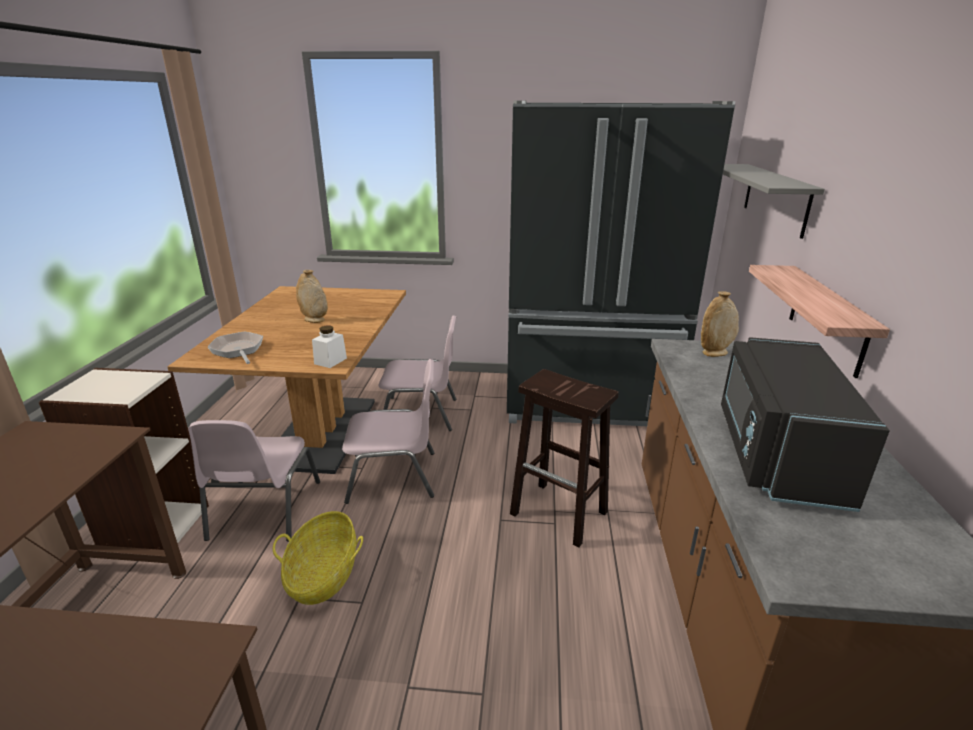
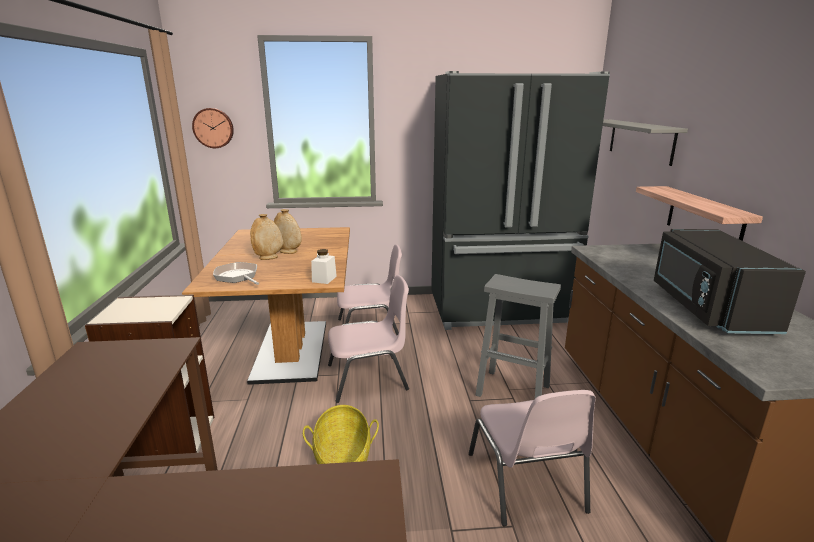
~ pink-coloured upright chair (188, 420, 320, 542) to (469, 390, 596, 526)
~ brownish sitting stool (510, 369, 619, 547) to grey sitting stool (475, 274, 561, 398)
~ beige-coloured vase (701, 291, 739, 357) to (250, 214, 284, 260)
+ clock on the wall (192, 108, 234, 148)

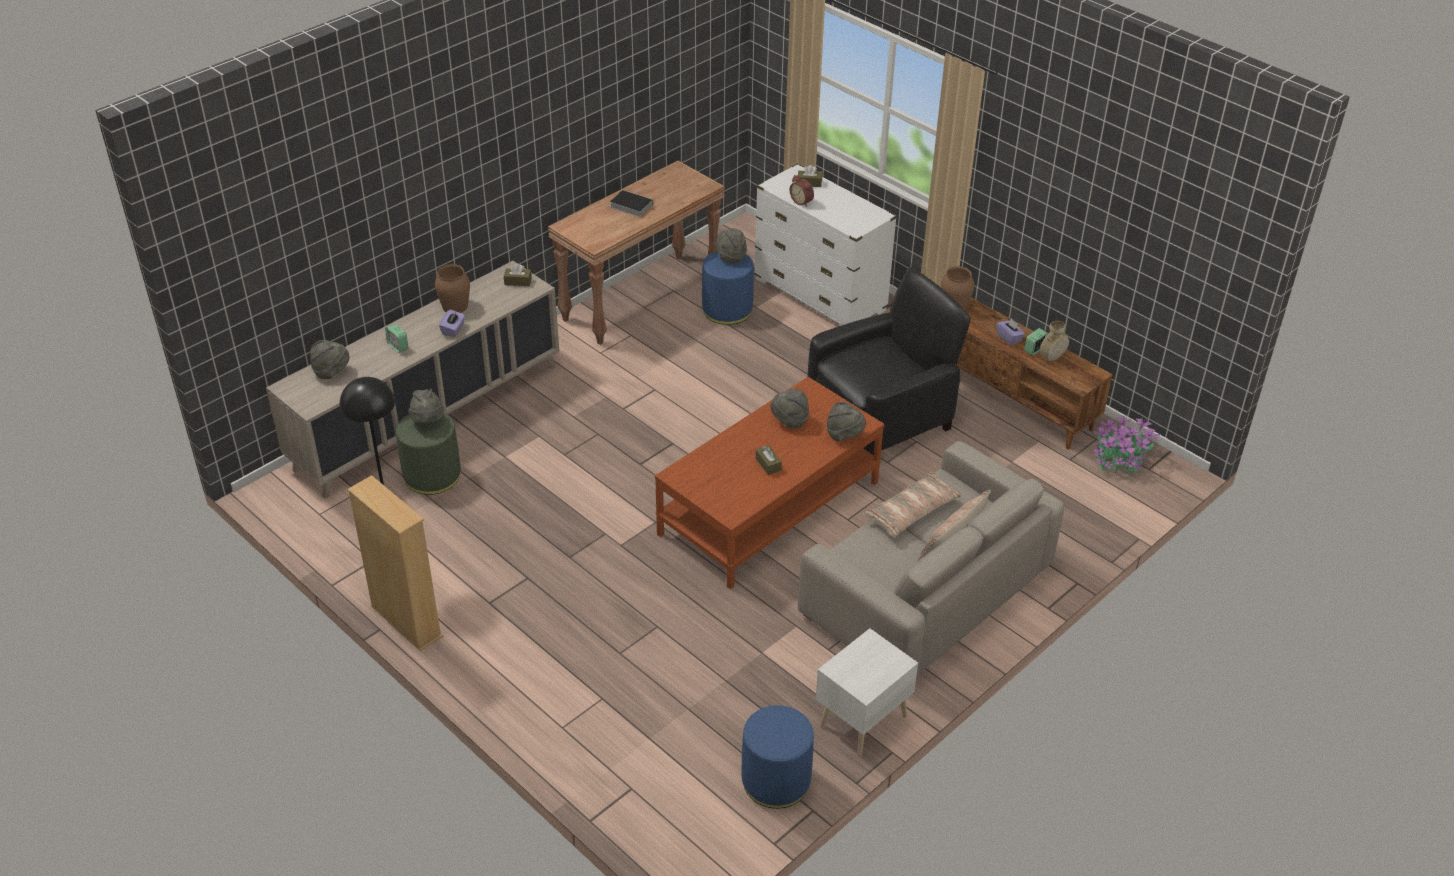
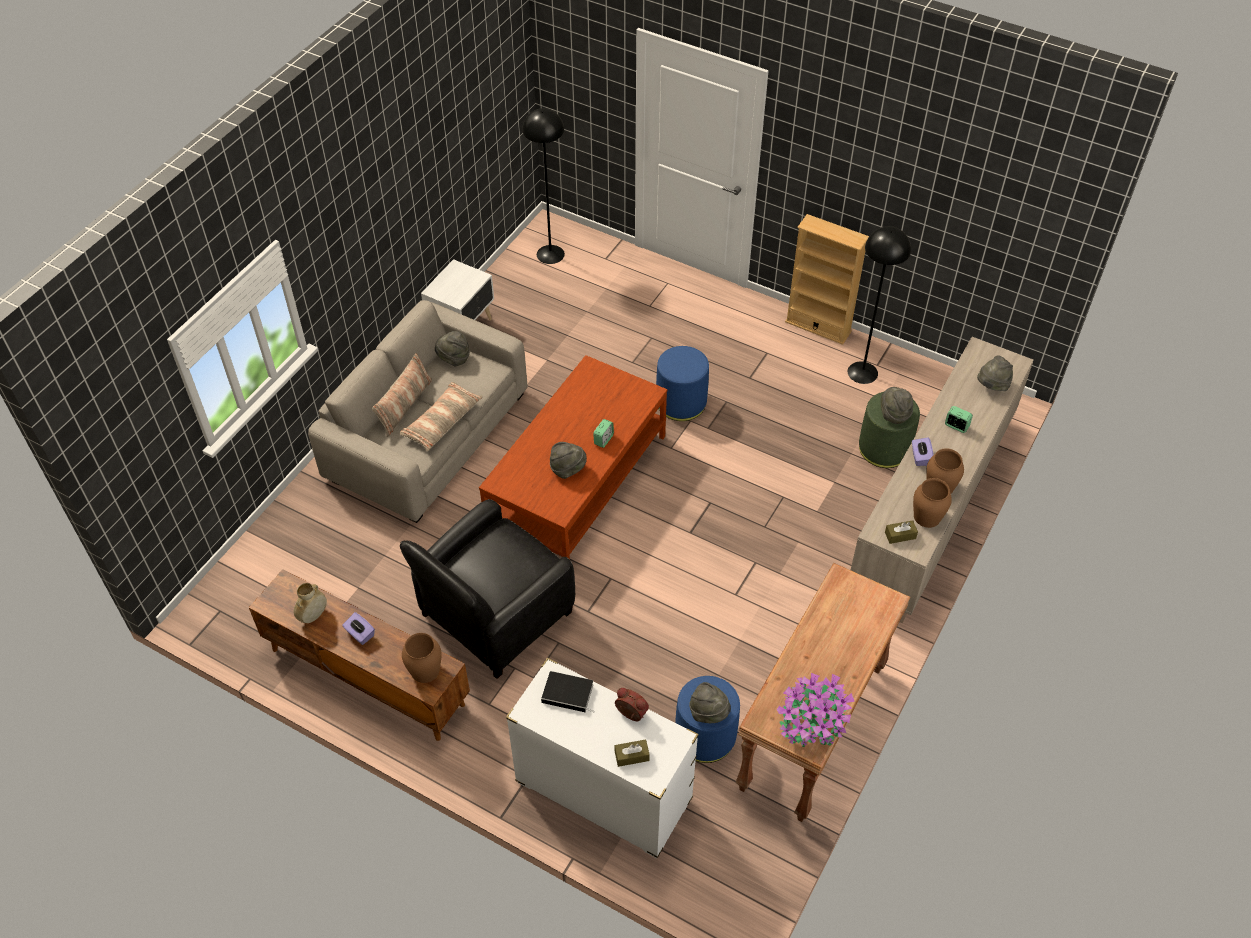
~ volume (610, 190, 653, 217) to (541, 671, 593, 712)
~ blue-coloured footrest (742, 705, 814, 809) to (656, 346, 709, 421)
- brownish tissue box (755, 445, 782, 475)
~ grey clothing hat (826, 402, 866, 441) to (435, 331, 470, 366)
~ table clock (1024, 328, 1048, 356) to (593, 419, 614, 448)
~ plant in a pot (1094, 416, 1160, 476) to (777, 673, 855, 747)
+ blackish standing lamp (522, 108, 565, 264)
+ brownish vase (913, 478, 952, 528)

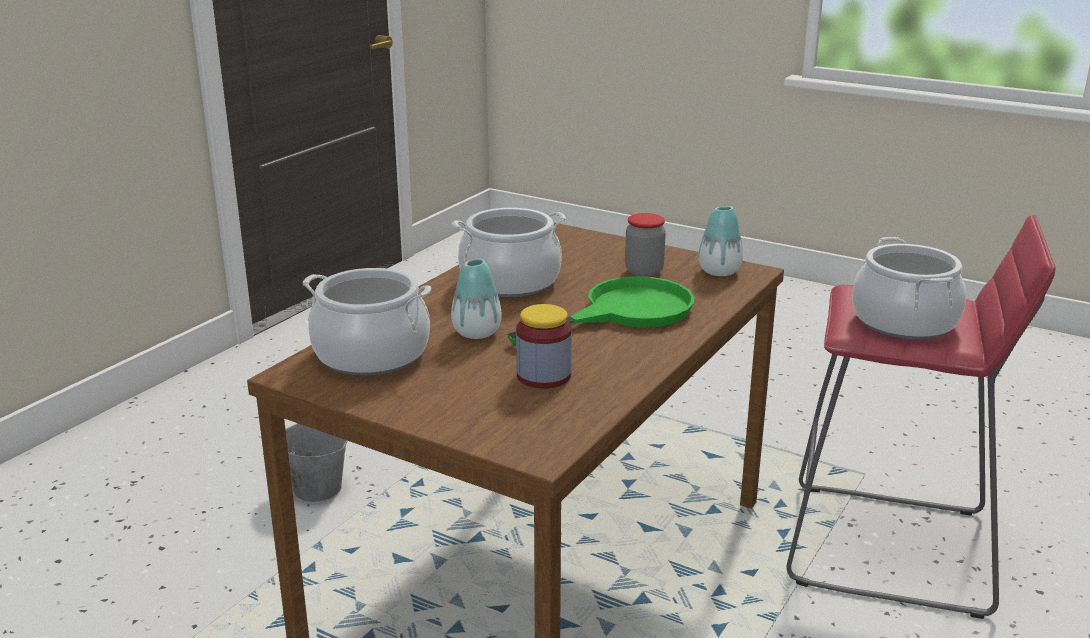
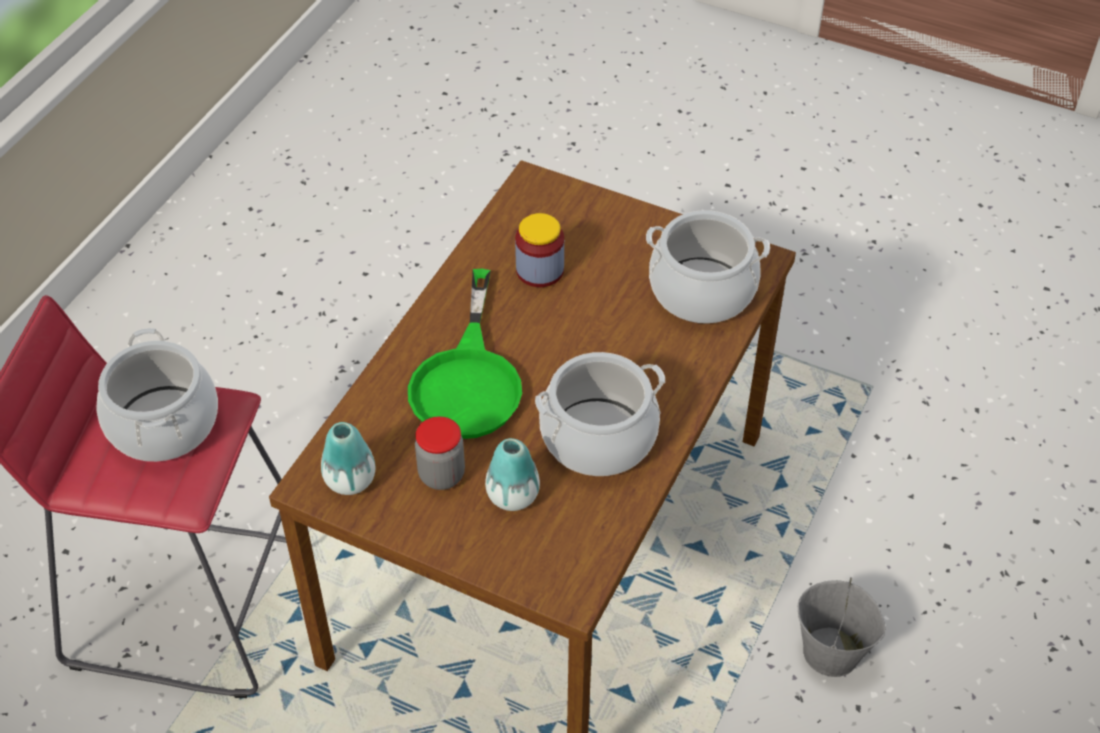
~ vase (451, 258, 502, 339) to (485, 438, 540, 511)
~ greenish frying pan (507, 276, 695, 345) = (408, 269, 522, 439) 45 degrees counterclockwise

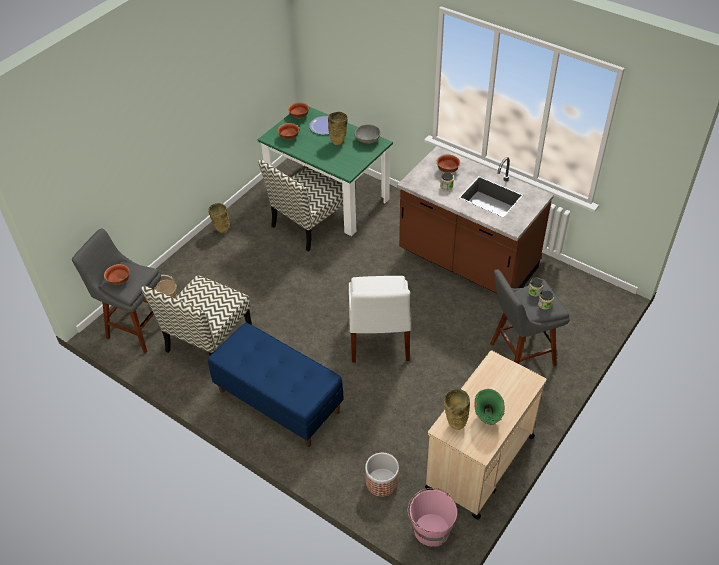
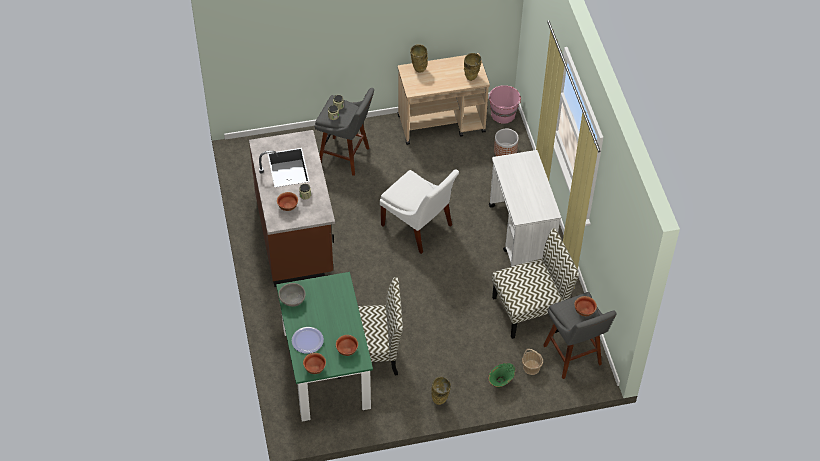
~ blue-coloured bench (208, 323, 344, 447) to whitish trolley (489, 150, 561, 267)
~ beige-coloured vase (328, 112, 348, 145) to (410, 44, 428, 73)
~ whitish upright chair (349, 276, 411, 363) = (380, 169, 459, 254) 90 degrees clockwise
~ greenish vase (474, 389, 505, 425) to (488, 363, 515, 388)

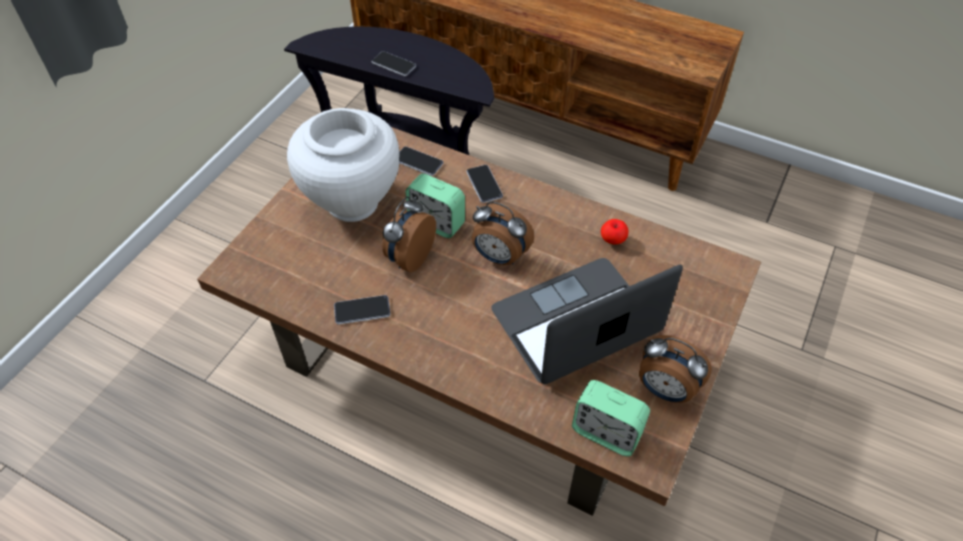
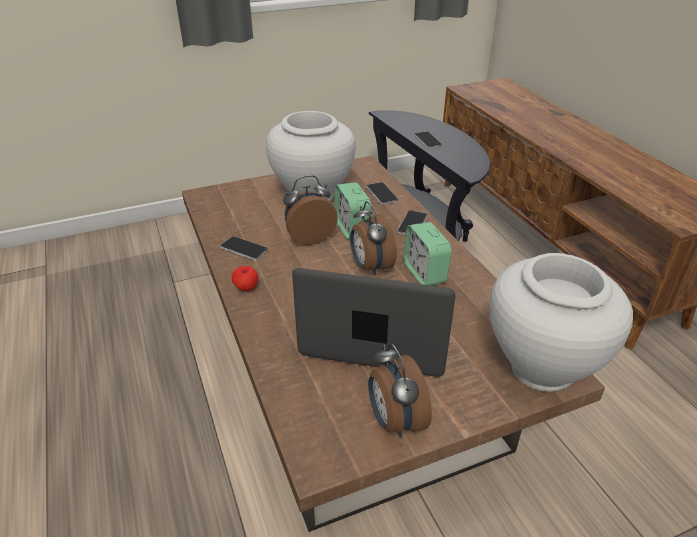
~ table clock (572, 380, 650, 456) to (403, 222, 452, 286)
~ apple fruit (601, 219, 629, 245) to (231, 266, 258, 292)
+ whitish vase (489, 253, 633, 392)

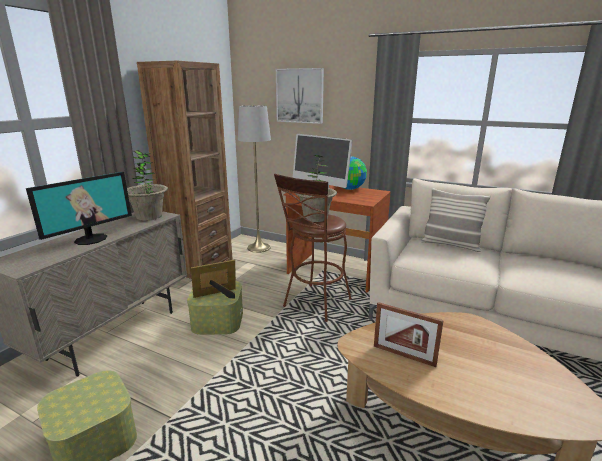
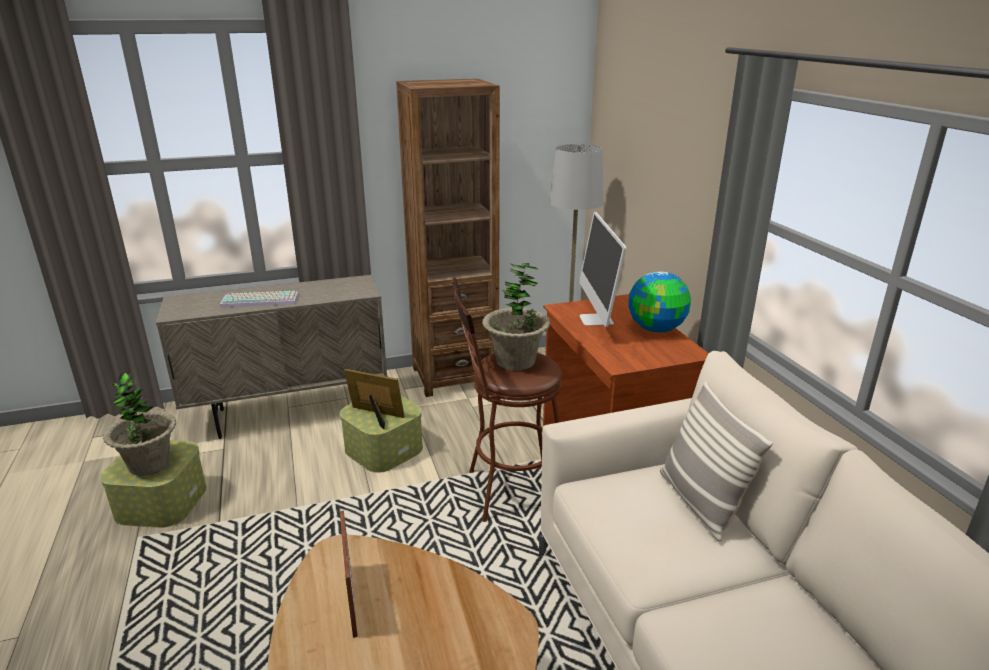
~ computer display (26, 172, 132, 245) to PC keyboard (220, 291, 299, 307)
~ plant in a pot (127, 150, 168, 220) to (103, 372, 176, 476)
- wall picture (276, 68, 324, 124)

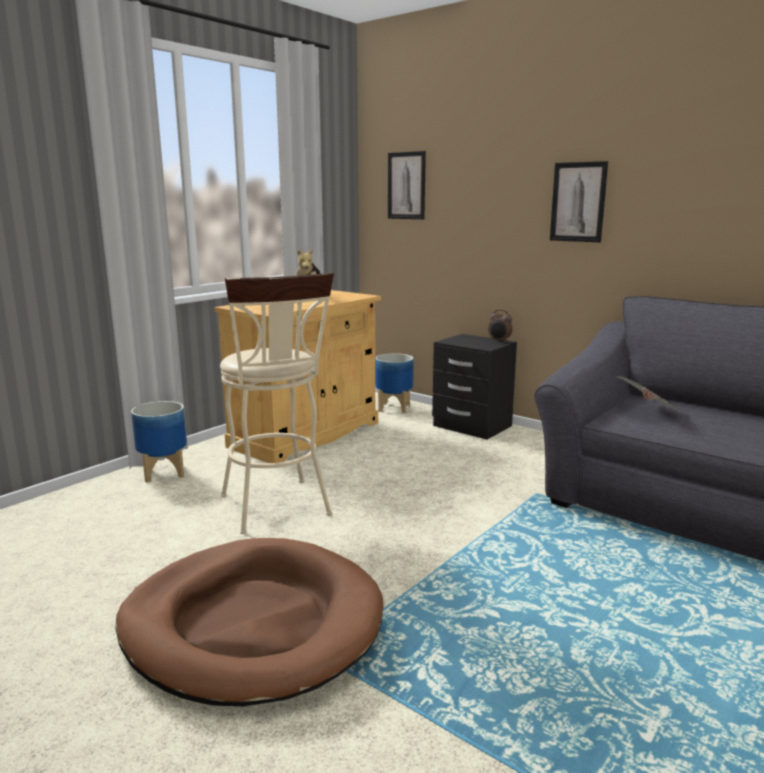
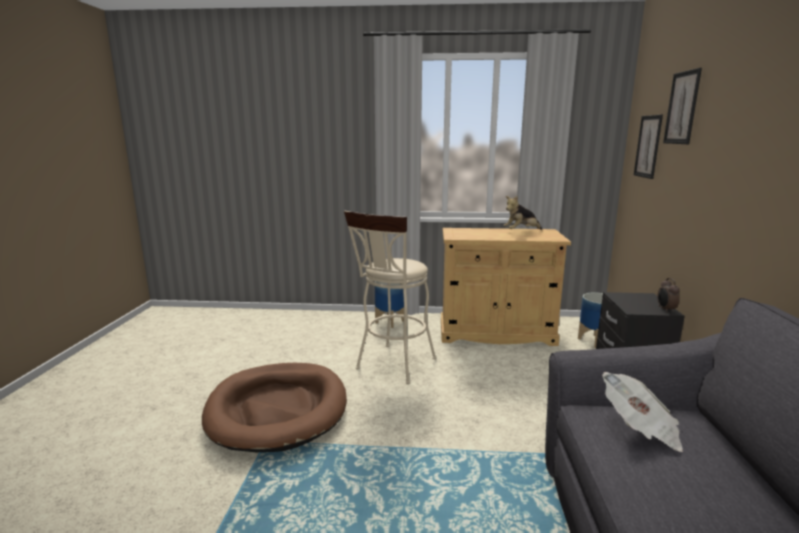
~ wall picture (550, 161, 608, 242) to (663, 68, 702, 144)

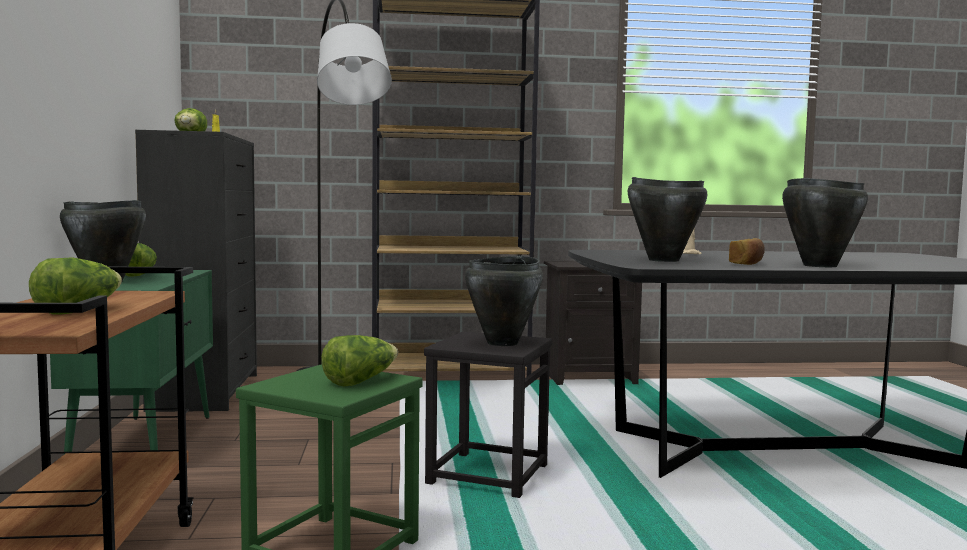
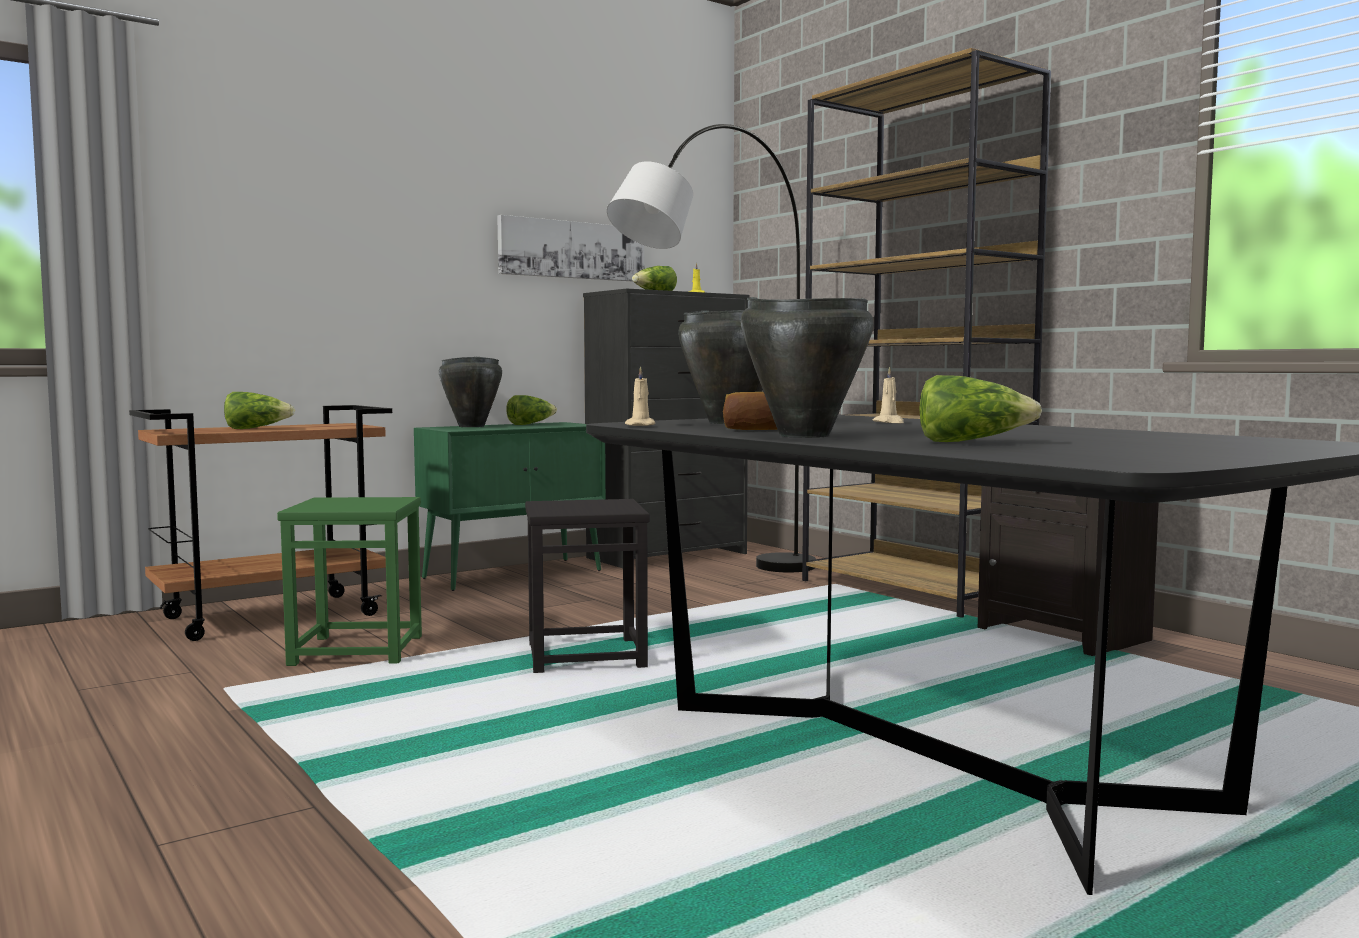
~ lettuce (321, 335, 398, 387) to (919, 375, 1042, 442)
- blackish stockpot (465, 256, 543, 346)
+ wall picture (497, 215, 644, 282)
+ beige-coloured wax light (625, 367, 655, 426)

